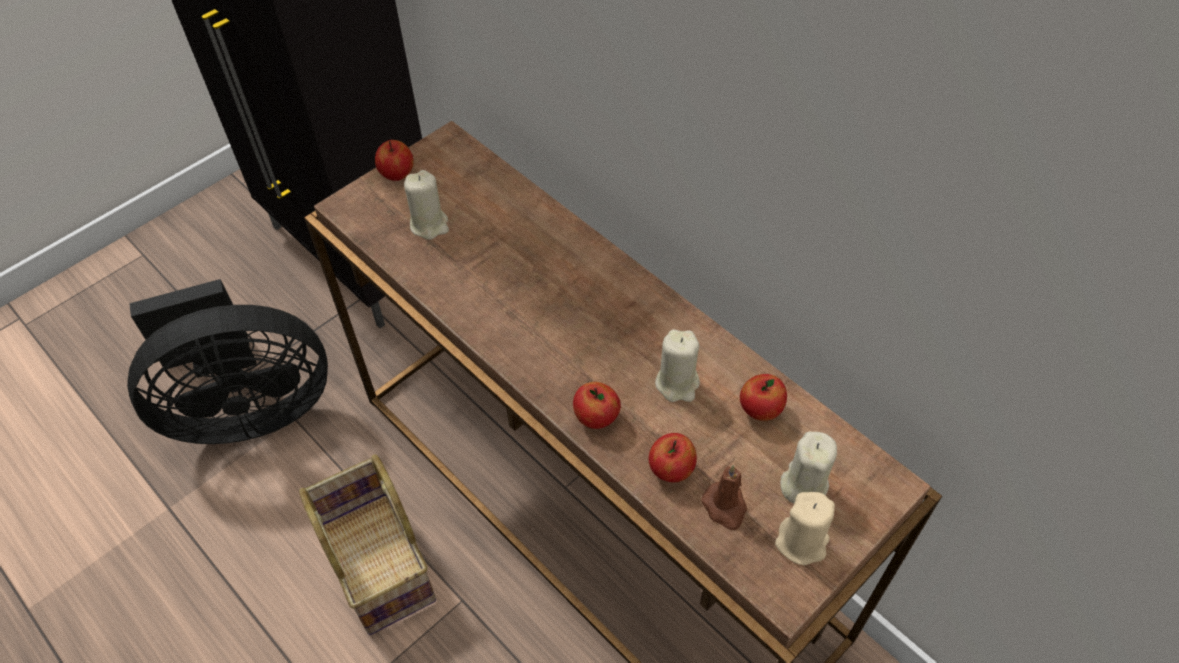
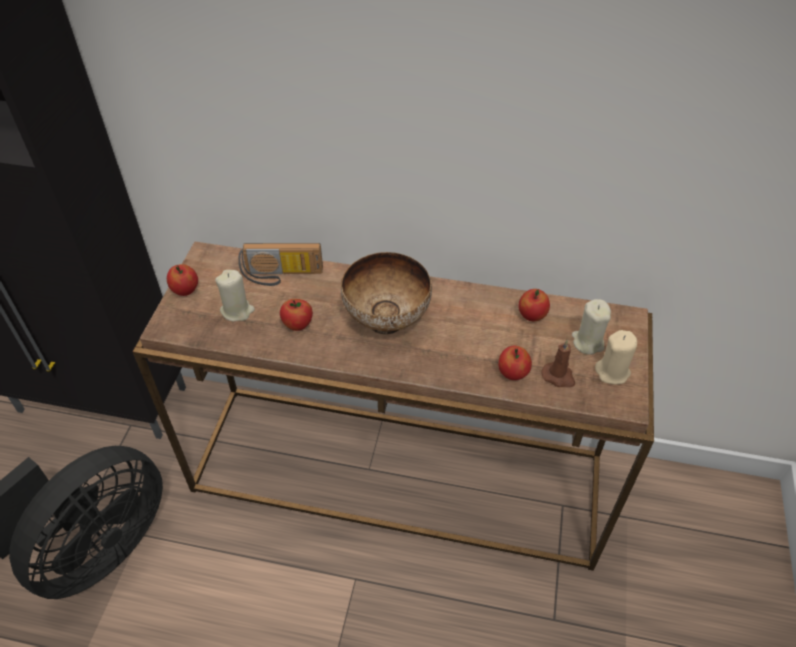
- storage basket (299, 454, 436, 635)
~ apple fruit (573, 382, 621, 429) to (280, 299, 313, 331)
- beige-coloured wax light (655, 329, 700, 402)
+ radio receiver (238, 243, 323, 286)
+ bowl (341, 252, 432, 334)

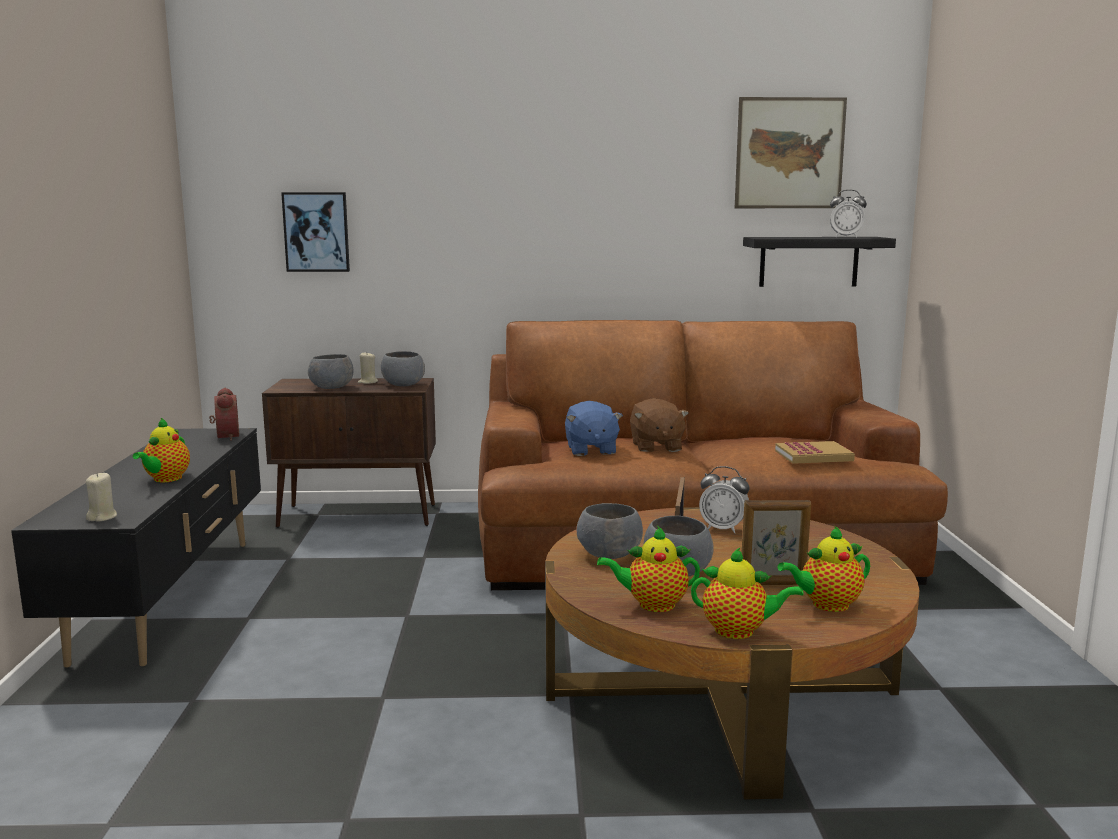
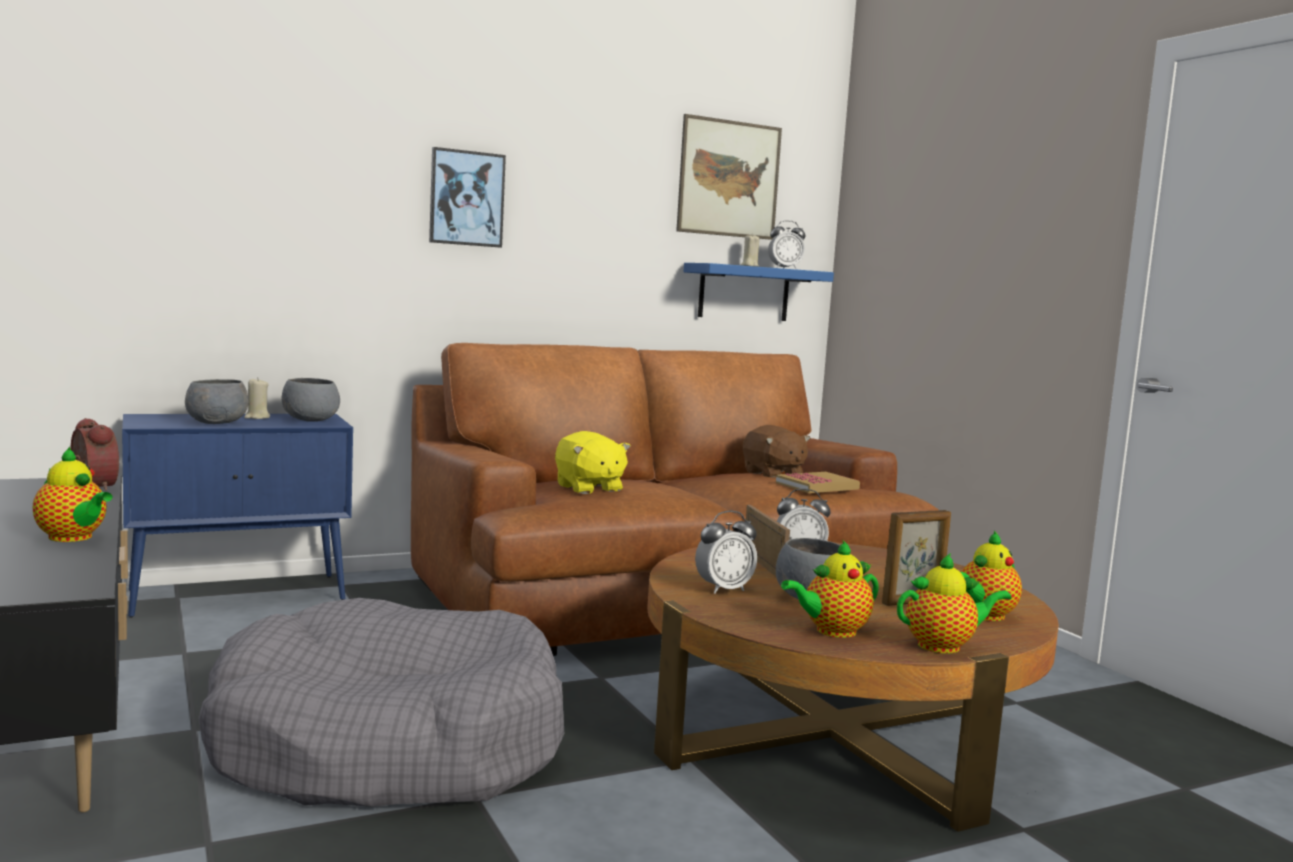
~ beige-coloured wax light (86, 472, 117, 522) to (741, 233, 759, 267)
~ tea pot (133, 418, 190, 482) = (33, 447, 113, 542) 45 degrees counterclockwise
~ brownish cupboard (262, 378, 436, 528) to blue-coloured cupboard (122, 414, 353, 618)
~ wall picture (281, 192, 350, 272) to (429, 147, 506, 248)
~ blue-coloured plush toy (565, 401, 623, 456) to yellowish plush toy (555, 431, 631, 494)
~ grey bowl (577, 503, 643, 559) to table clock (695, 510, 757, 594)
~ brownish plush toy (630, 398, 689, 452) to (743, 425, 810, 477)
~ blackish shelf (743, 237, 896, 287) to blue-coloured shelf (683, 263, 834, 321)
+ grey dog cushion (198, 598, 564, 807)

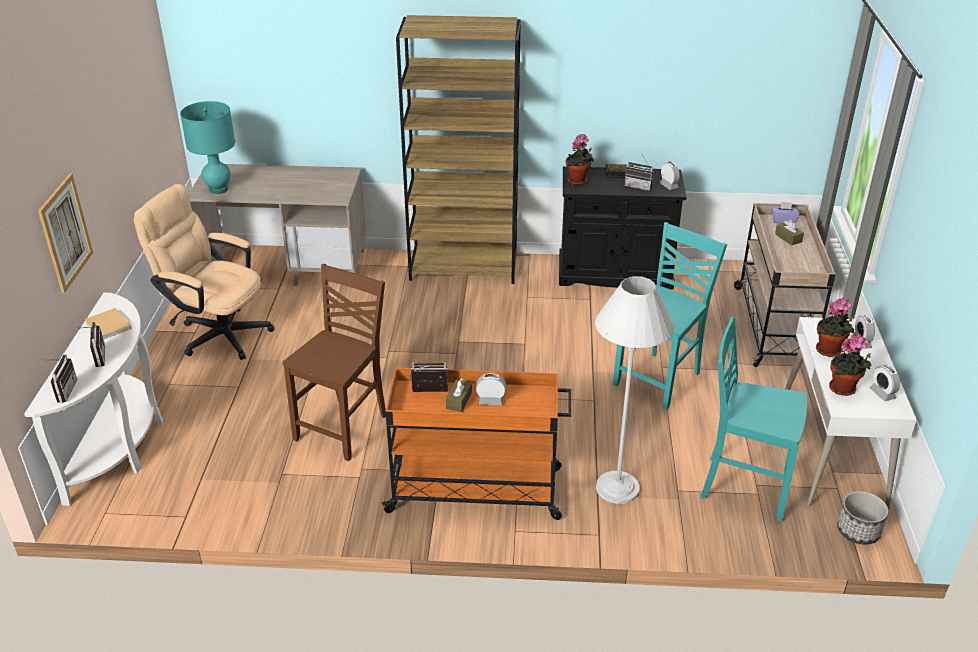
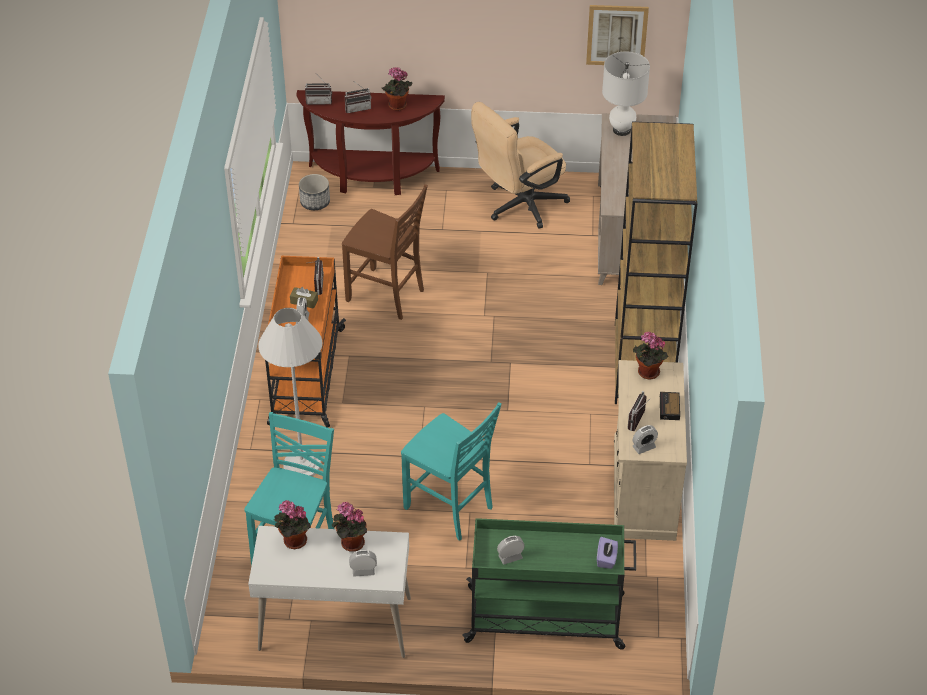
~ whitish narrow table (24, 293, 163, 506) to brownish narrow table (296, 90, 445, 195)
~ wall picture (38, 174, 93, 293) to (586, 5, 649, 65)
~ beige-coloured volume (85, 308, 132, 339) to plant in a pot (381, 67, 412, 111)
~ beige-coloured office chair (134, 184, 275, 360) = (471, 102, 570, 229) 150 degrees counterclockwise
~ blue-green lamp for a table (180, 101, 235, 194) to whitish lamp for a table (602, 51, 650, 136)
~ blackish cupboard (559, 166, 686, 290) to beige-coloured cupboard (614, 360, 687, 541)
~ beige-coloured trolley (734, 203, 836, 367) to greenish trolley (462, 518, 636, 650)
- brownish tissue box (775, 219, 804, 245)
~ planter (837, 491, 888, 545) to (299, 174, 330, 210)
~ table clock (870, 365, 900, 401) to (497, 536, 525, 564)

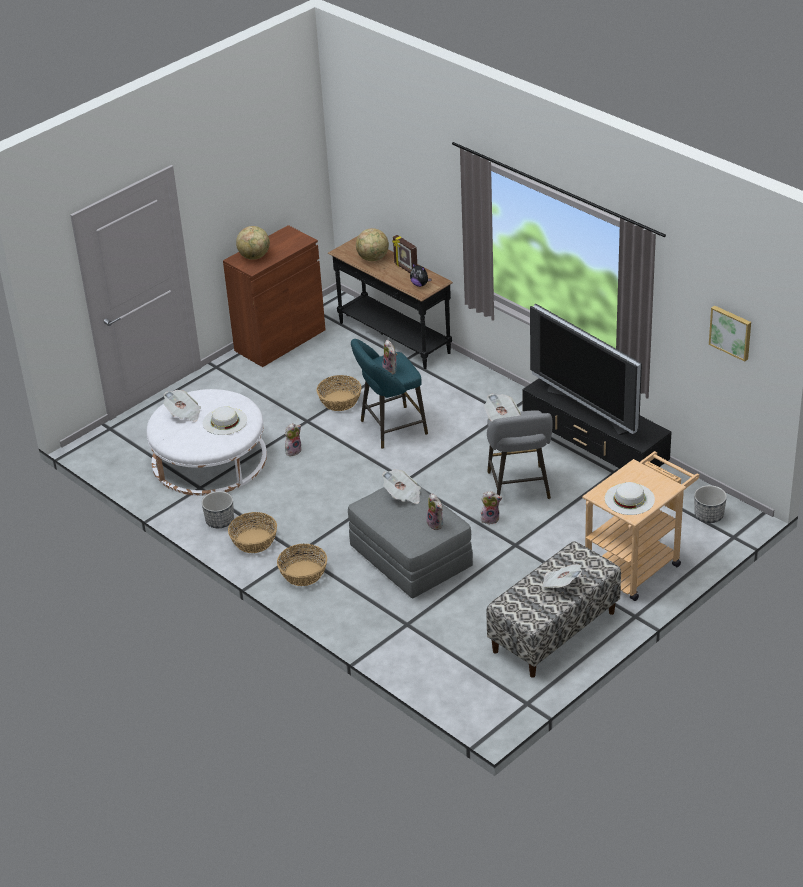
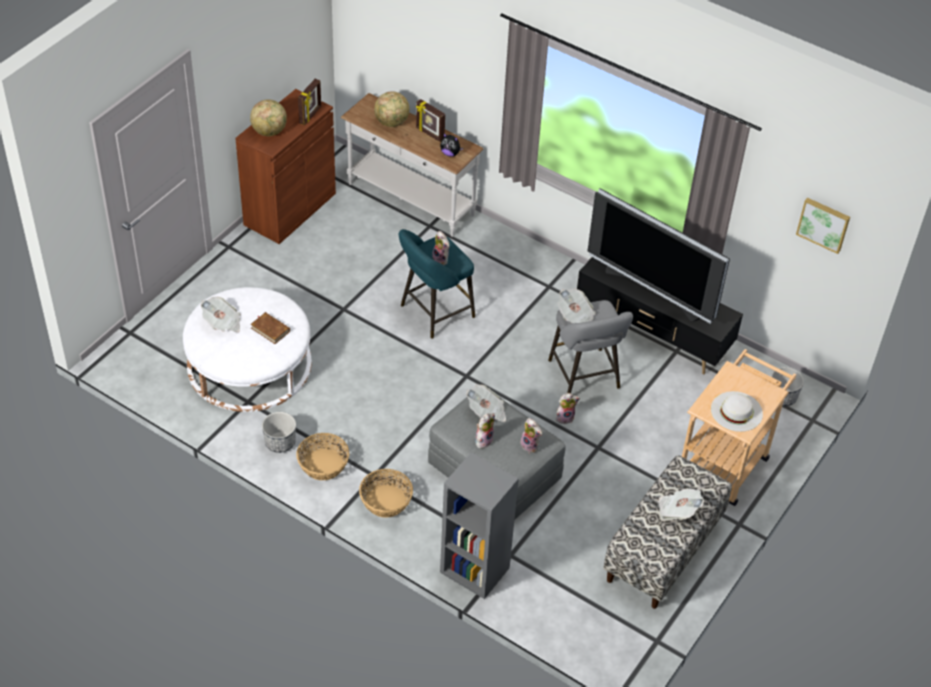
~ whitish clothing hat (203, 406, 247, 435) to brownish volume (250, 312, 290, 344)
~ plush toy (285, 423, 301, 456) to (475, 413, 495, 449)
- storage basket (317, 375, 361, 411)
~ blackish narrow table (328, 236, 453, 369) to whitish narrow table (340, 93, 483, 237)
+ standing frame (298, 79, 321, 125)
+ grey bookcase (440, 452, 519, 599)

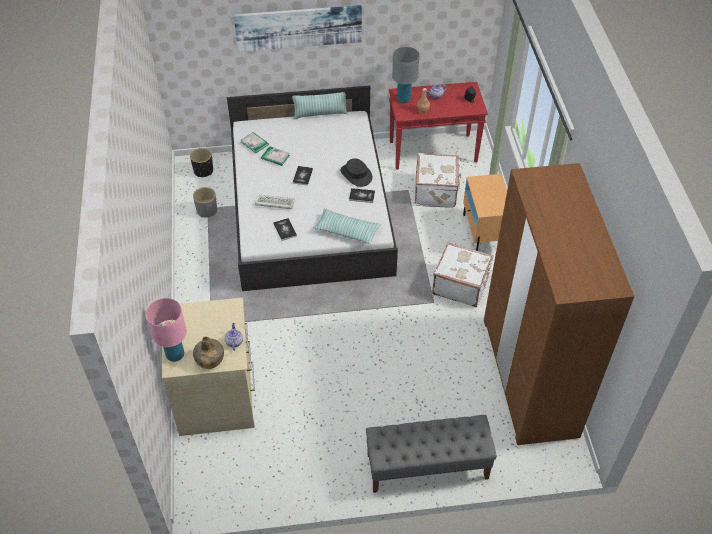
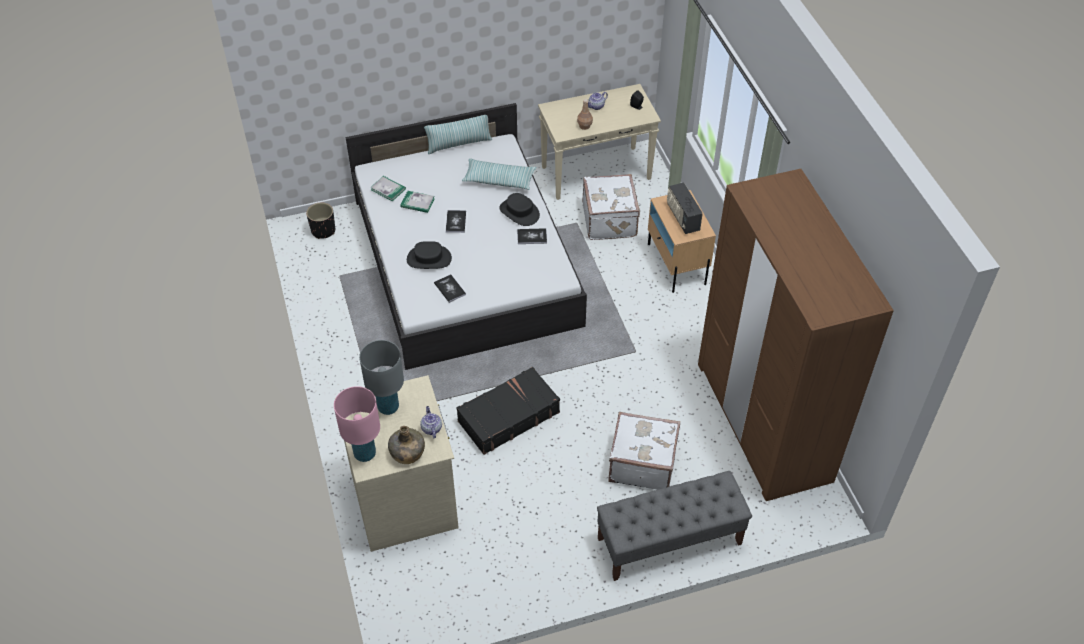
- grey planter (193, 187, 217, 218)
- wall picture (234, 5, 362, 52)
~ PC keyboard (255, 195, 295, 209) to blackish clothing hat (407, 241, 452, 269)
~ pillow (313, 208, 382, 245) to (462, 158, 536, 190)
~ red-coloured narrow table (389, 82, 488, 170) to beige-coloured narrow table (538, 84, 661, 200)
~ grey lamp for a table (392, 47, 419, 103) to (359, 340, 404, 415)
~ whitish travel case (432, 242, 493, 307) to (608, 412, 680, 490)
+ blackish travel case (457, 367, 560, 455)
+ radio receiver (667, 183, 703, 234)

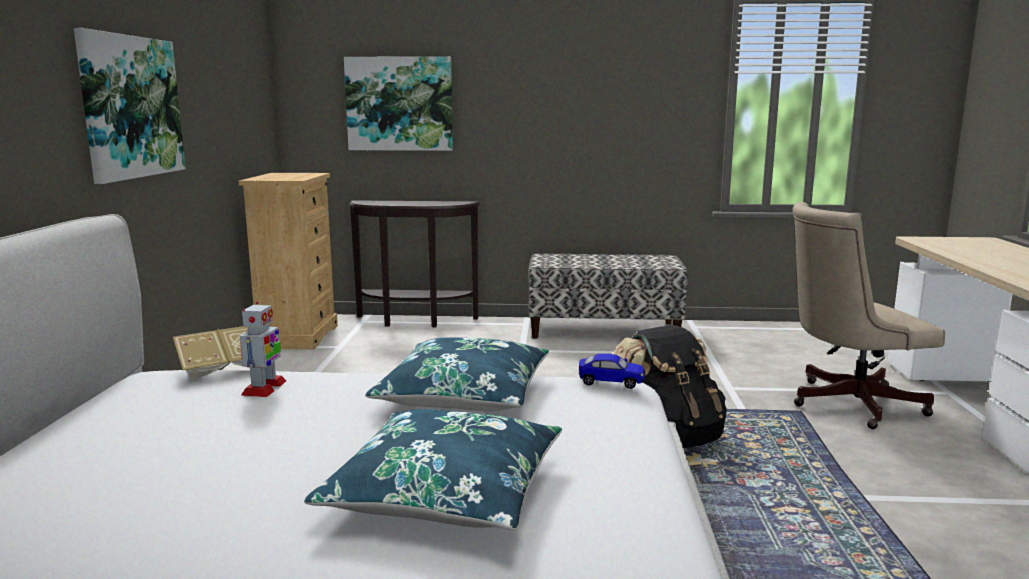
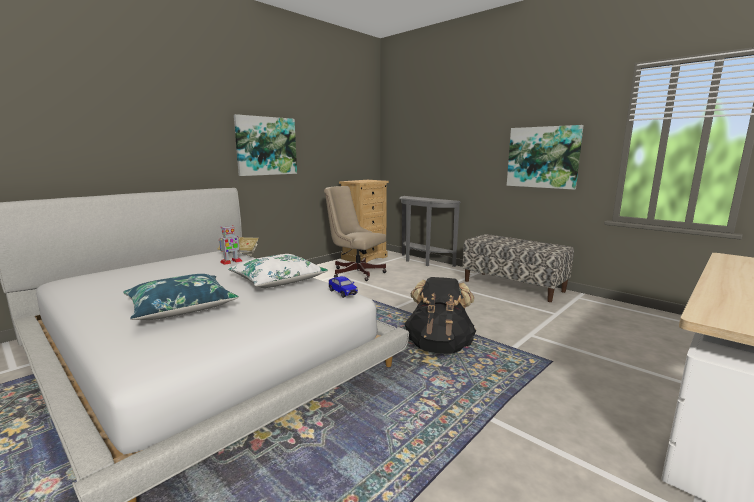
~ wall picture (344, 56, 453, 151) to (507, 125, 584, 190)
~ brownish narrow table (349, 200, 480, 327) to grey narrow table (399, 196, 461, 267)
~ blue-coloured pillow (365, 337, 549, 411) to whitish pillow (228, 254, 328, 288)
~ beige-coloured office chair (793, 202, 945, 429) to (324, 186, 387, 281)

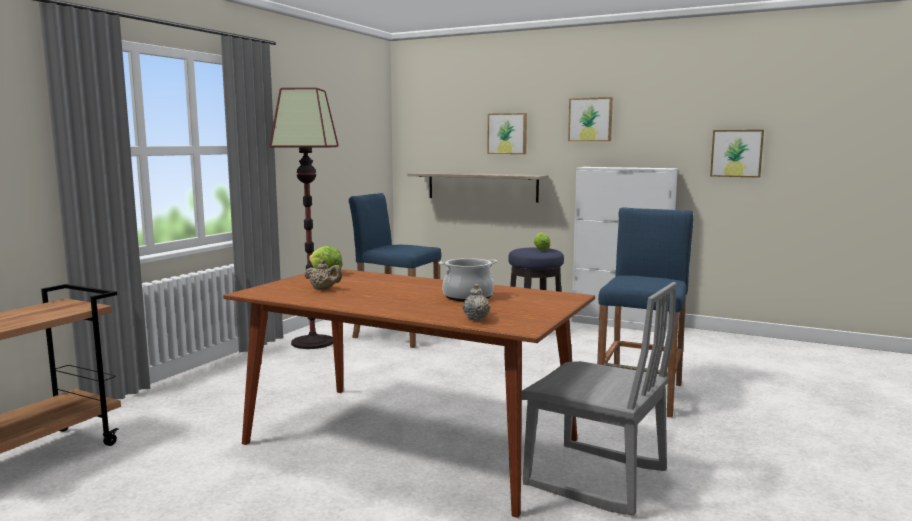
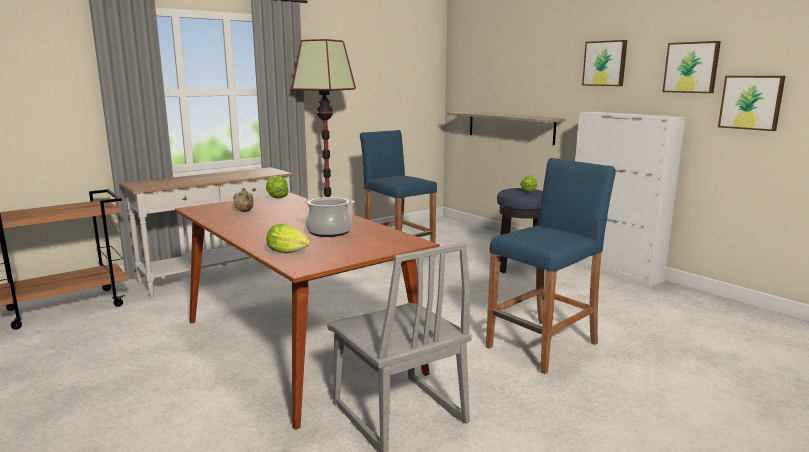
~ beige-coloured tea pot (463, 283, 491, 321) to lettuce (267, 224, 310, 254)
~ wall picture (487, 113, 527, 154) to (663, 41, 721, 93)
+ whitish narrow table (119, 167, 294, 298)

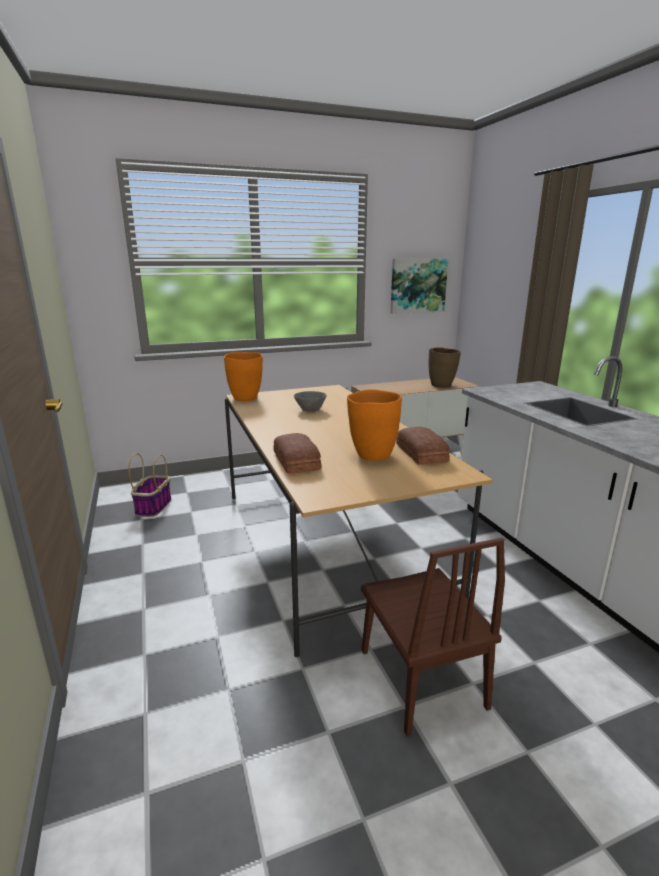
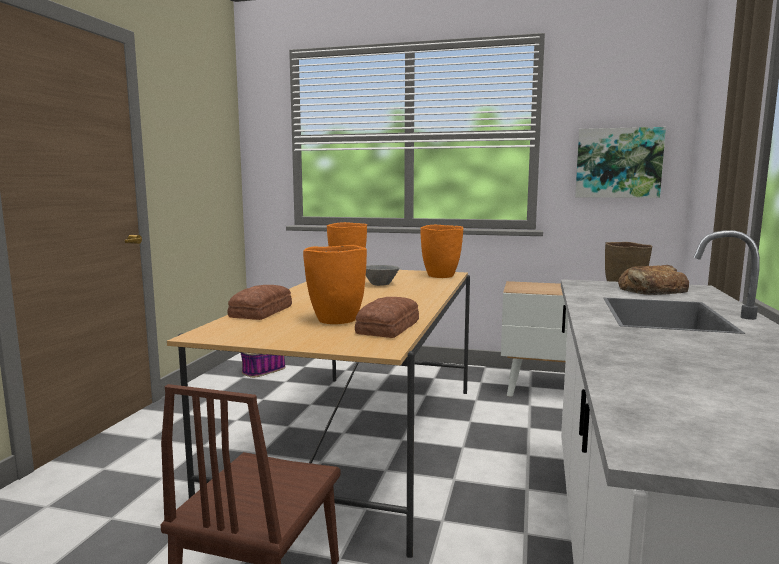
+ orangey vase (420, 225, 463, 278)
+ bread (618, 265, 689, 295)

